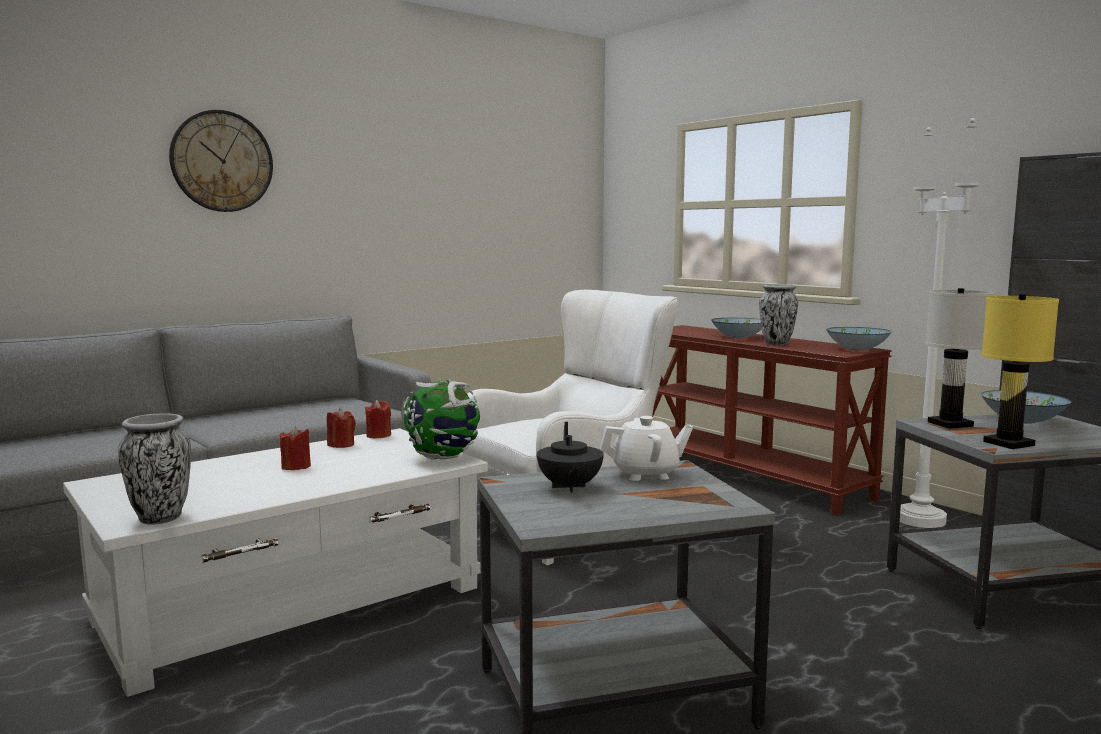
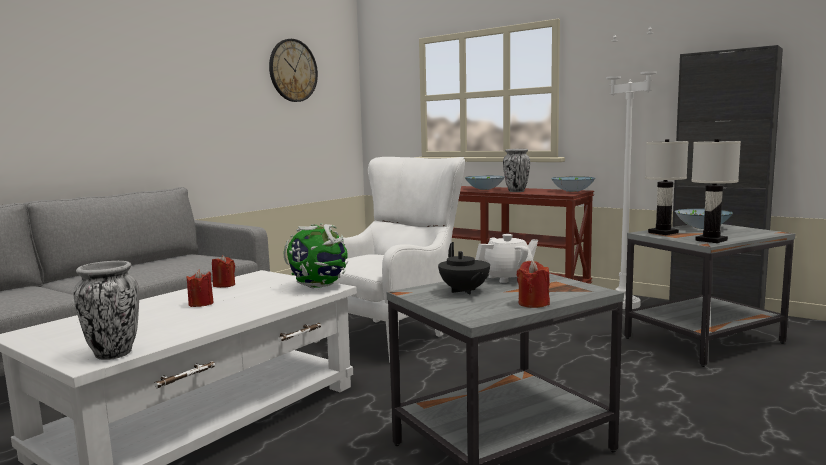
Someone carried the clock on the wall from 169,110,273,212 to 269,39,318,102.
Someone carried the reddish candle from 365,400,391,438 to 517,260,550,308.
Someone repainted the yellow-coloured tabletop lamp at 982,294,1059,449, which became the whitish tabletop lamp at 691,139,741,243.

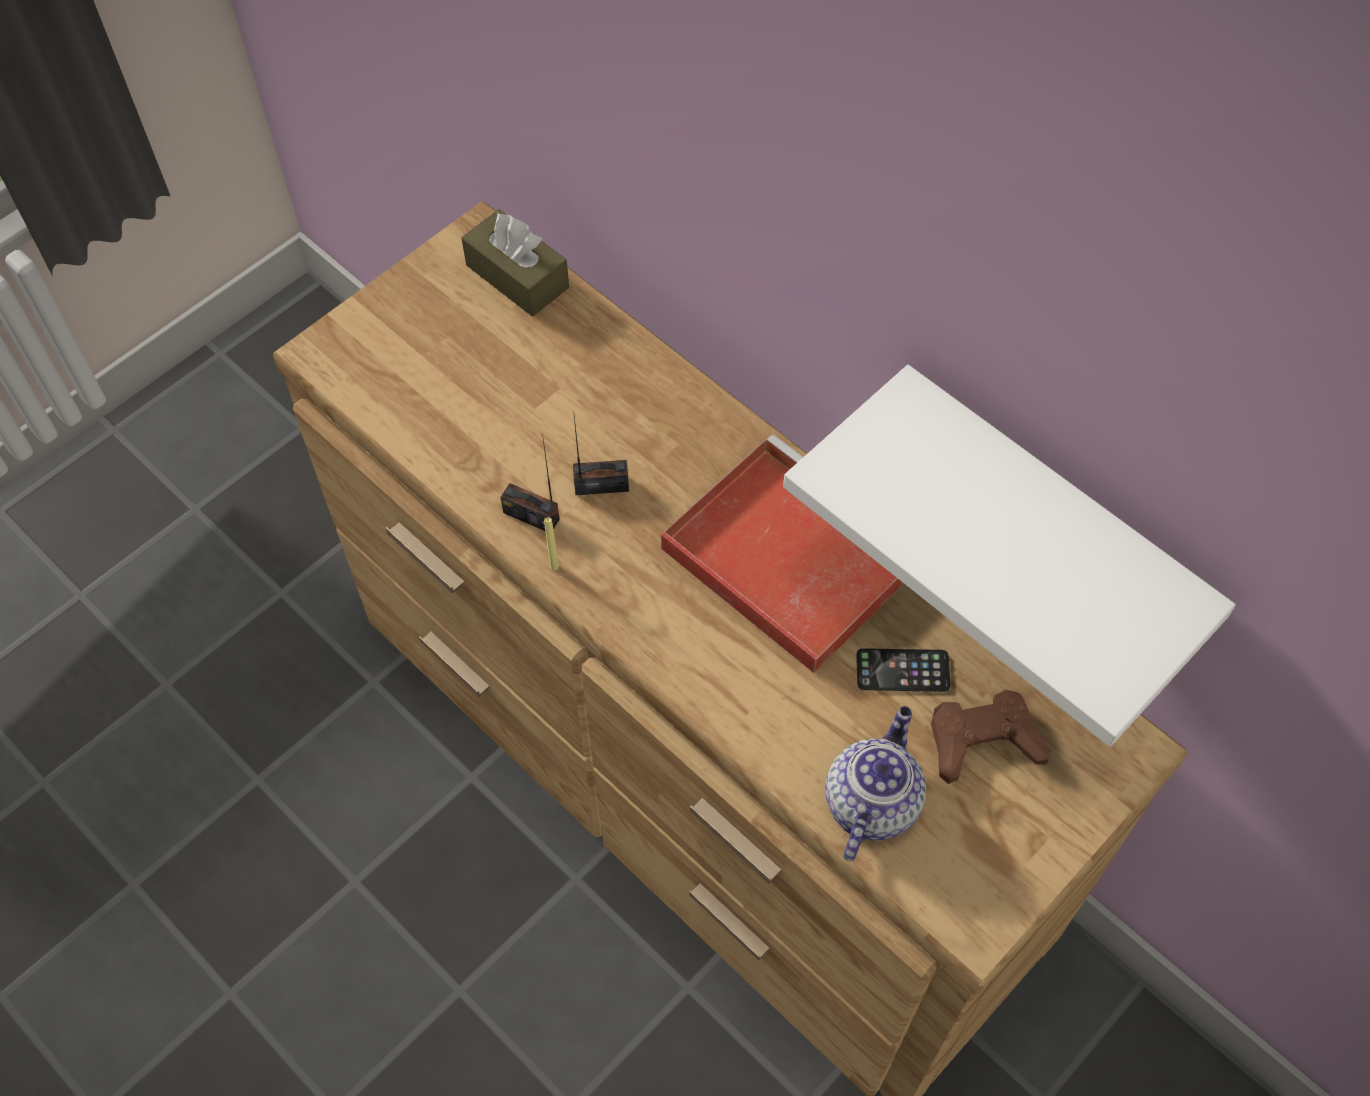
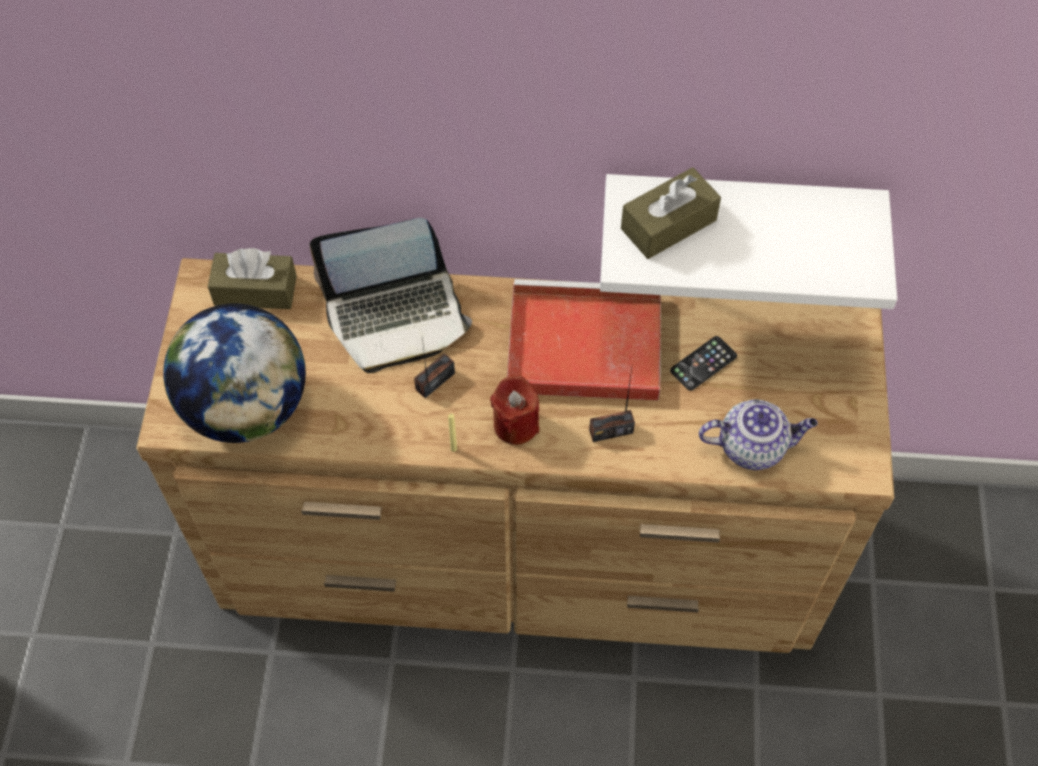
Someone carried the radio set from 501,434,560,531 to 589,368,635,442.
Someone rotated the tea pot at 825,706,926,861 by 105 degrees clockwise.
Someone took away the brown game controller at 931,690,1051,784.
Someone put down the world globe at 163,303,306,443.
Someone put down the portable computer at 310,218,472,373.
Someone put down the reddish candle at 490,376,539,445.
Someone put down the brown tissue box at 621,167,721,259.

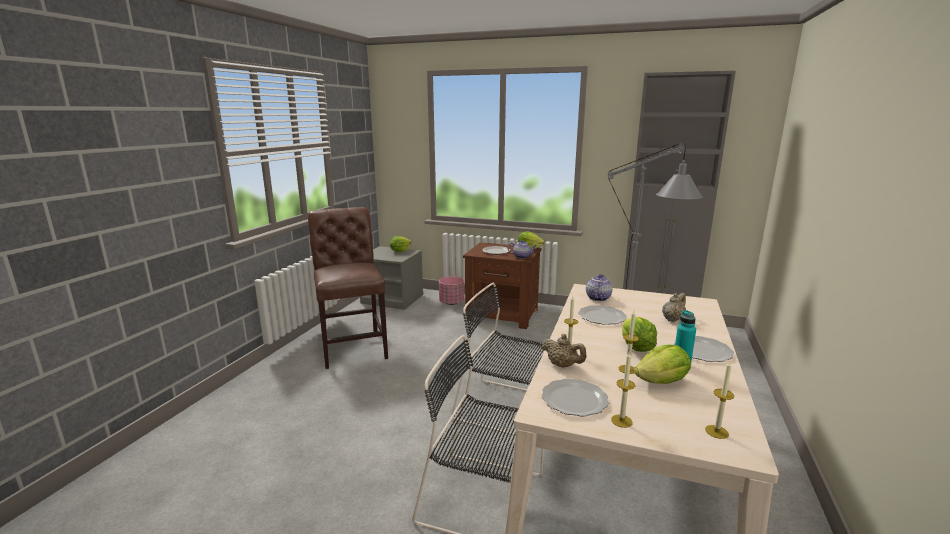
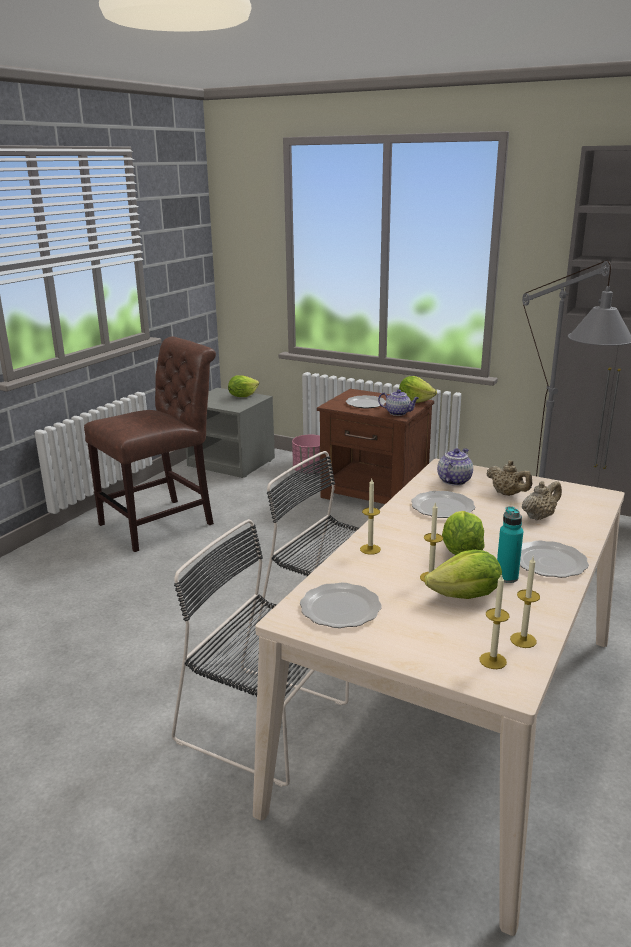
Someone rotated the brown chair at 308,207,388,369 by 60 degrees clockwise.
Someone carried the beige-coloured tea pot from 541,334,587,368 to 486,460,532,496.
Someone carried the candle from 611,351,635,428 to 510,557,540,648.

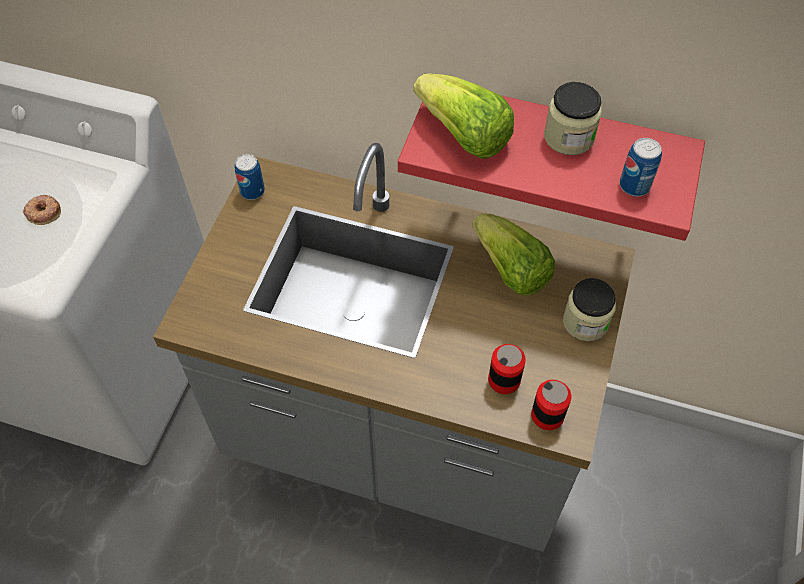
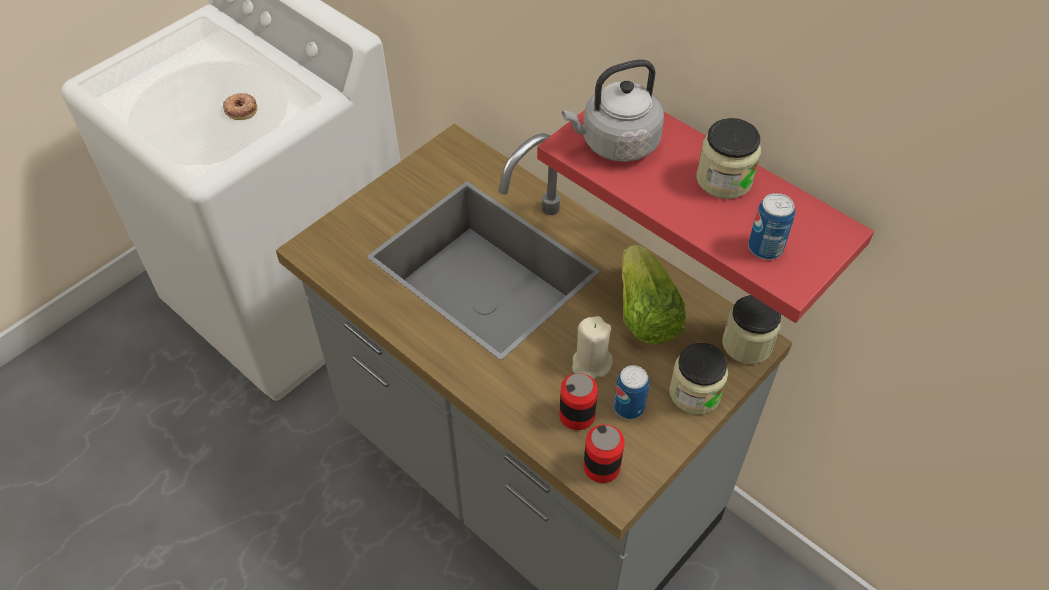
Someone carried the can from 235,154,265,200 to 614,365,649,419.
Someone swapped the lettuce at 414,73,514,159 for the gray water kettle at 562,59,664,162.
Someone put down the beige-coloured candle at 572,316,613,379.
Someone put down the storage jar at 722,295,781,364.

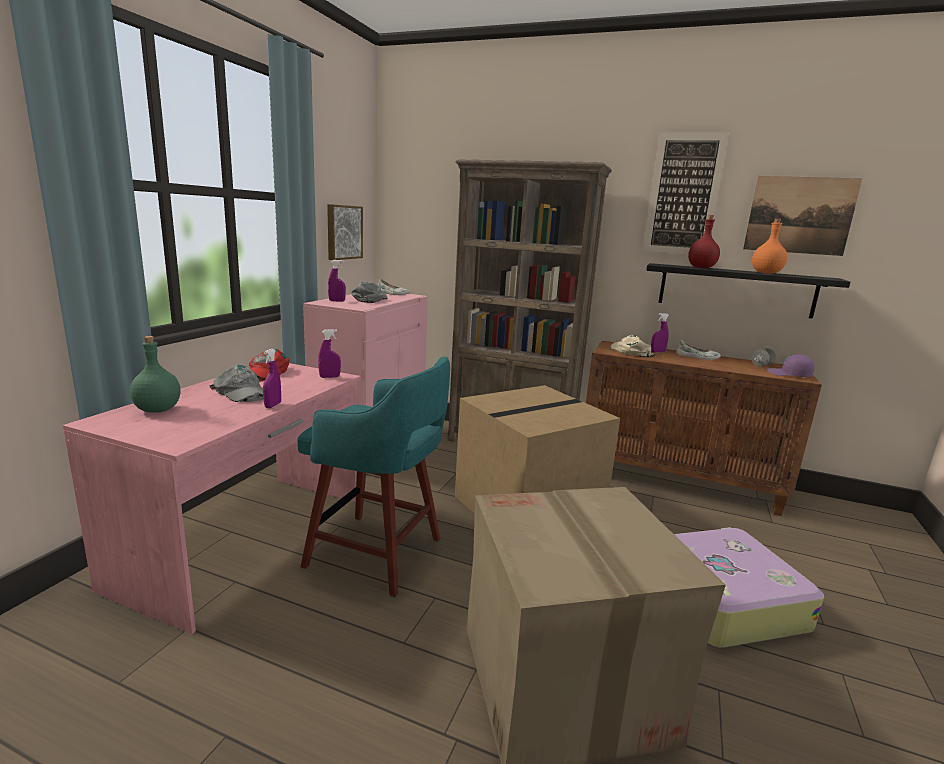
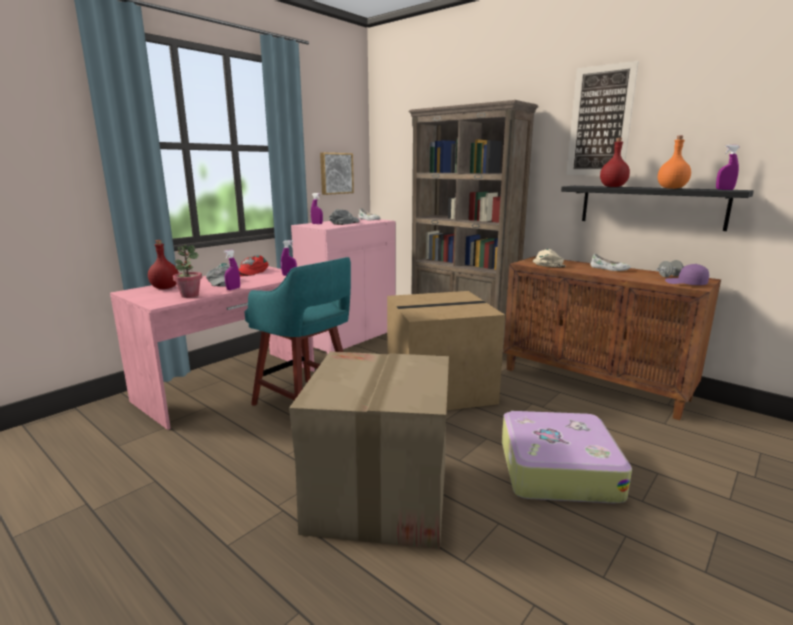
Someone repainted the green-coloured beverage bottle at 130,336,181,413, which became the reddish beverage bottle at 148,240,179,289.
Someone carried the purple sprayer from 651,313,669,353 to 716,145,739,190.
Someone took away the picture at 743,176,862,256.
Someone put down the plant in a pot at 173,245,202,298.

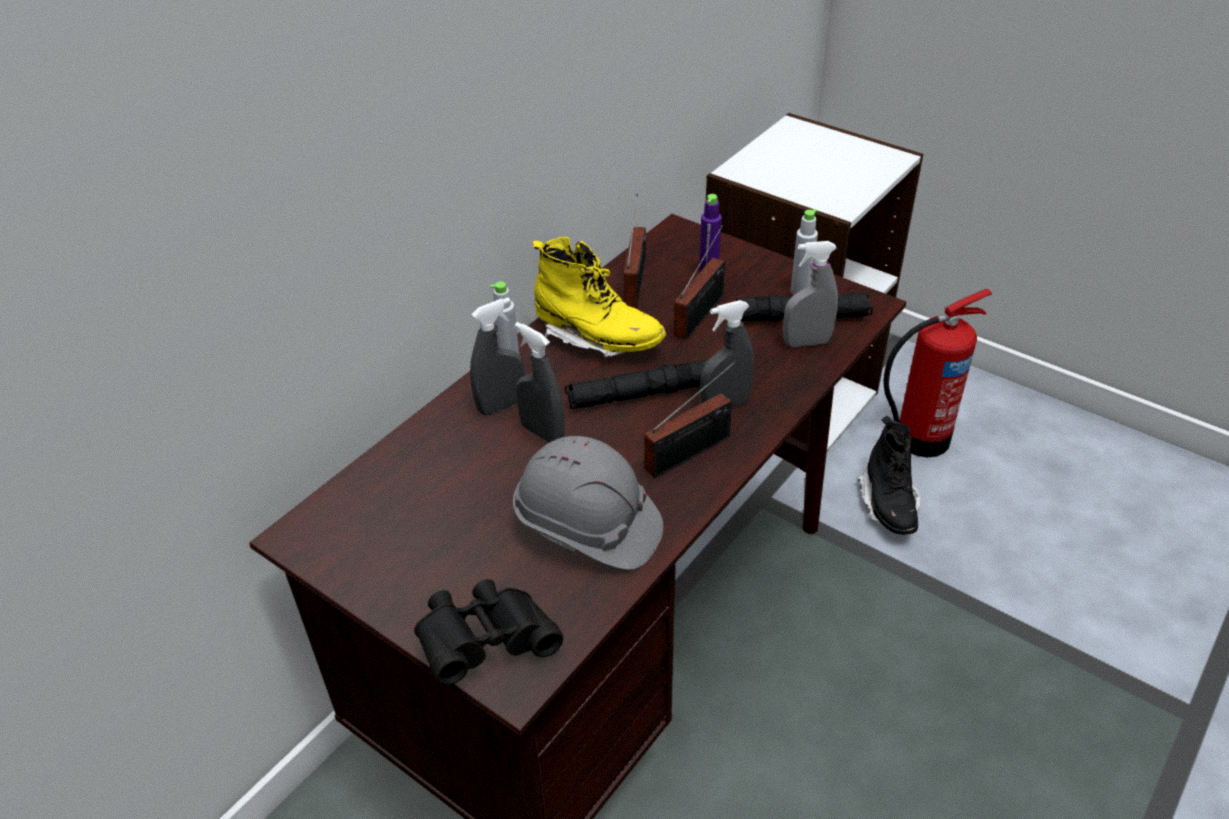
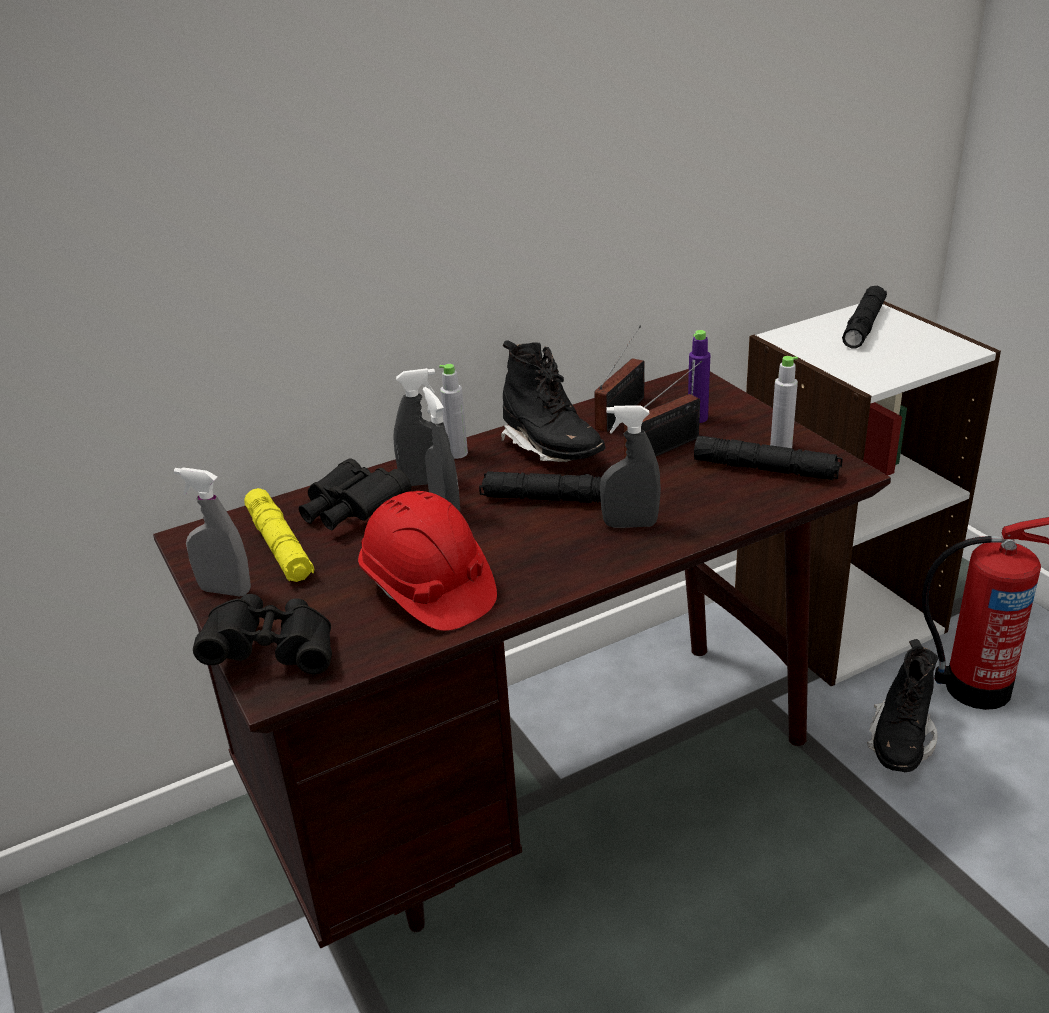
Someone repainted the gray work helmet at 513,436,663,570, which became the reddish work helmet at 358,491,497,631.
Someone repainted the yellow-coloured boot at 533,237,666,357, which became the black boot at 501,340,605,462.
Someone took away the radio set at 644,361,736,478.
Someone carried the gray sprayer from 783,241,838,347 to 174,467,251,596.
Someone put down the yellow-coloured hand torch at 244,488,314,582.
Someone put down the black binoculars at 299,458,411,530.
Someone put down the black hand torch at 842,286,887,349.

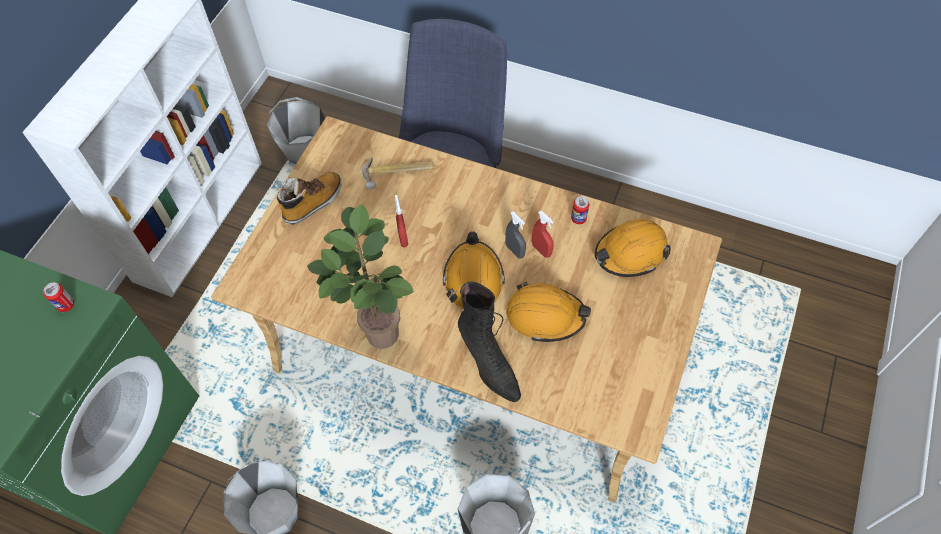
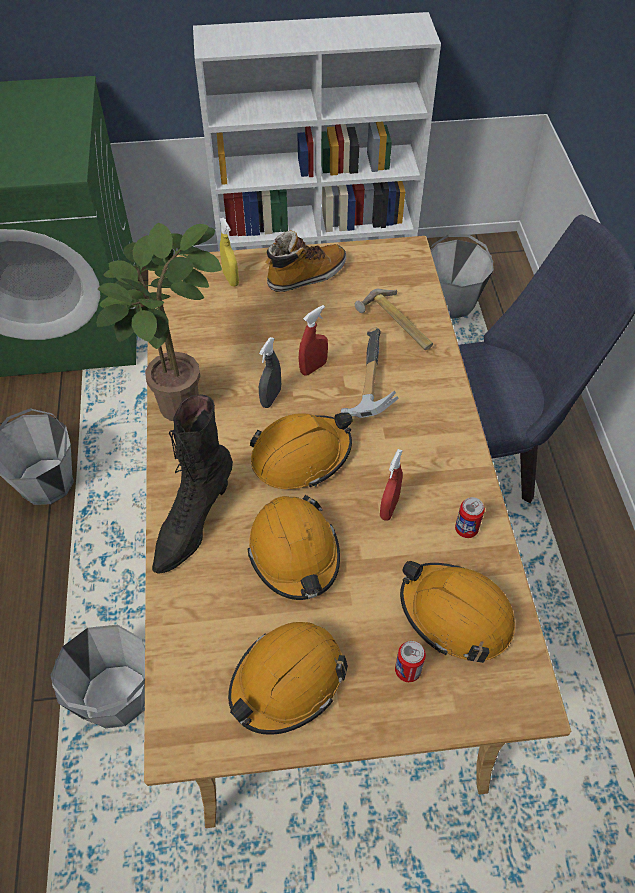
Someone carried the can from 43,282,74,312 to 395,641,426,682.
Someone rotated the boot at 277,172,342,225 by 45 degrees counterclockwise.
Someone carried the gray sprayer from 505,211,526,259 to 259,337,281,408.
Someone put down the yellow-coloured sprayer at 219,218,239,286.
Someone put down the orange-coloured work helmet at 228,622,348,735.
Someone put down the hammer at 341,328,399,418.

